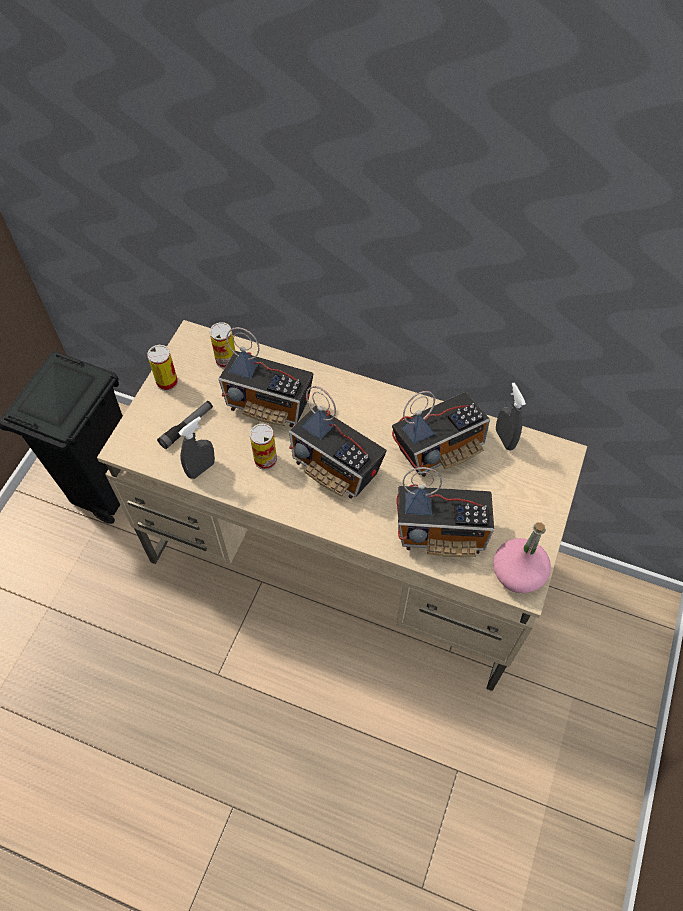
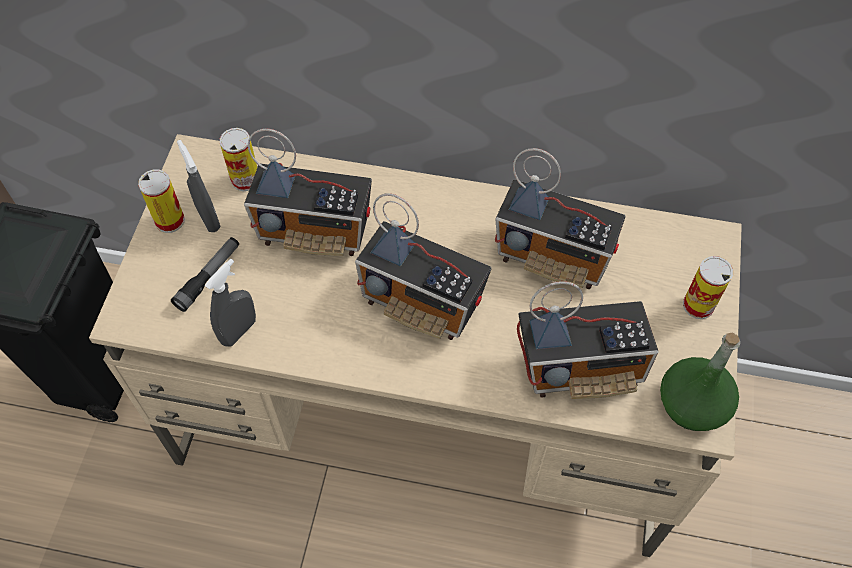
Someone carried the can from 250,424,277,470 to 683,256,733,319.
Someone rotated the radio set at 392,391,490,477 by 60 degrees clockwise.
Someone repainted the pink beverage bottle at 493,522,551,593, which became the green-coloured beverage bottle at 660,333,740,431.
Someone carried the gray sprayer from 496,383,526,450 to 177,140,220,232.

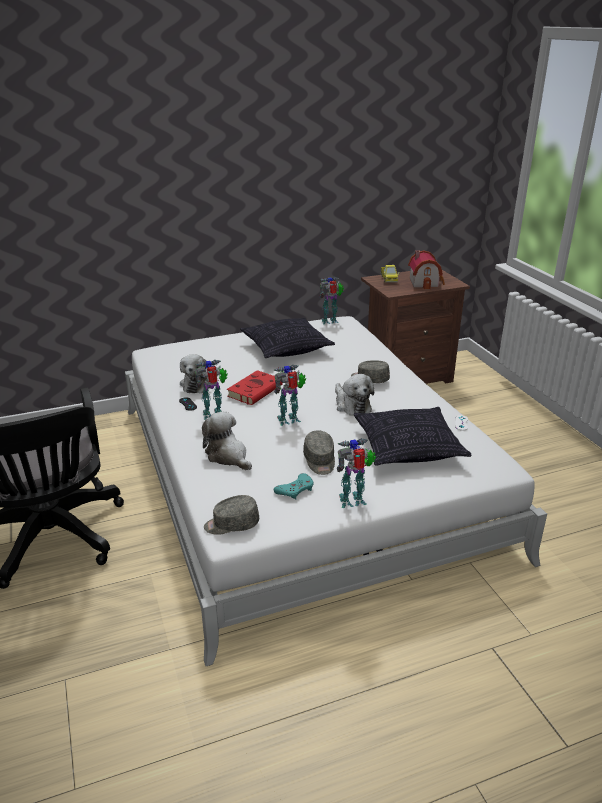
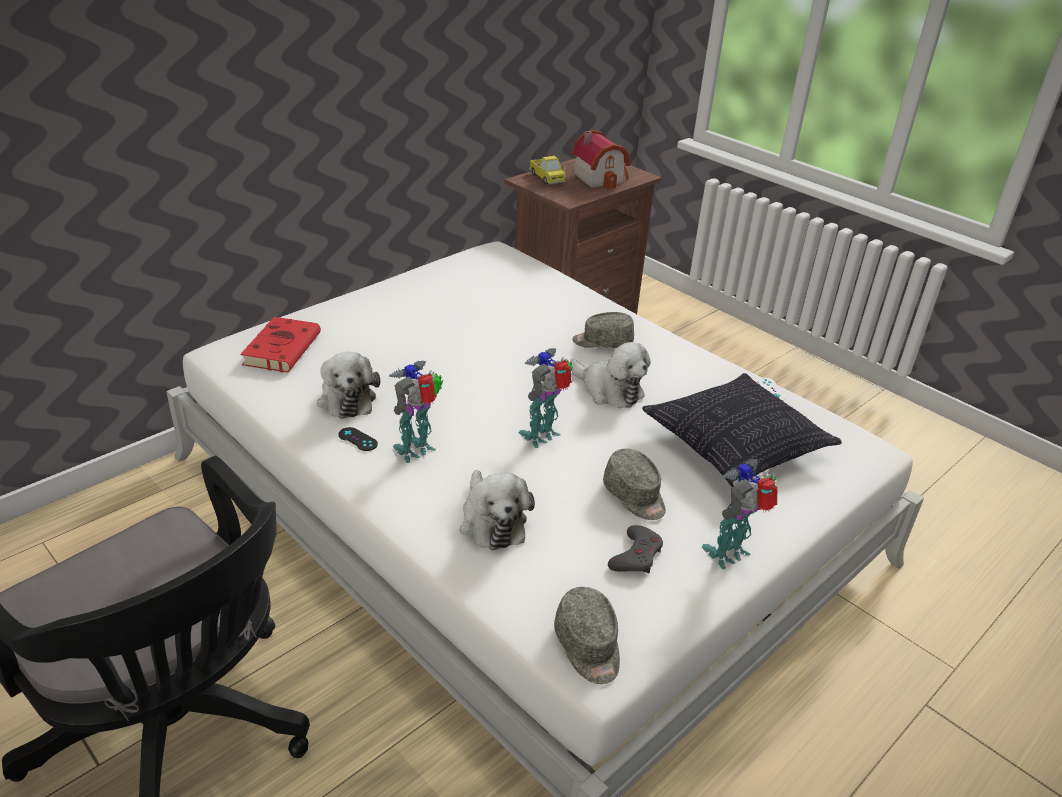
Someone rotated the soft toy at 202,412,252,470 by 135 degrees counterclockwise.
Someone rotated the gray cap at 204,495,259,535 by 75 degrees counterclockwise.
Someone carried the reddish book from 227,370,283,405 to 240,317,321,372.
Someone took away the throw pillow at 240,317,335,358.
Someone repainted the blue-green game controller at 274,473,313,500, which became the gray game controller at 608,525,663,573.
Someone took away the toy robot at 320,277,344,324.

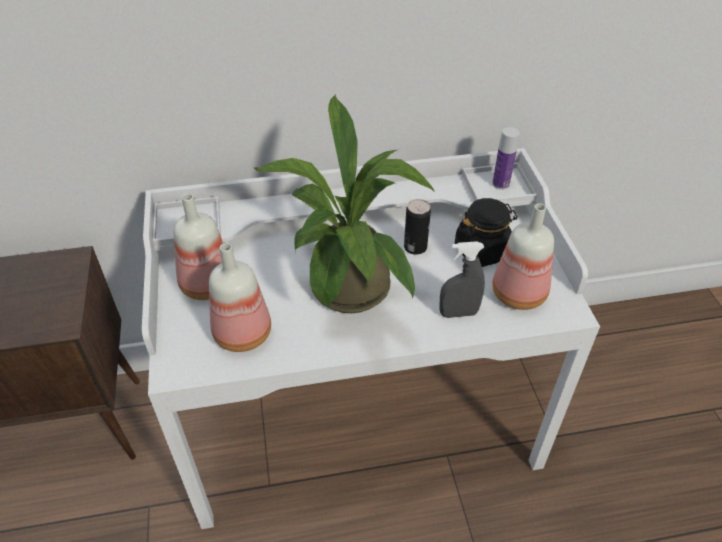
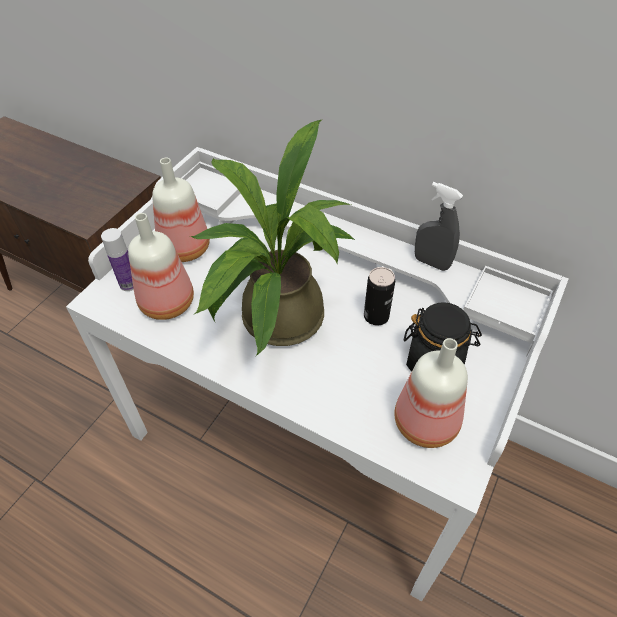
Someone carried the gray sprayer from 439,241,485,318 to 415,182,463,271.
Someone carried the beverage bottle from 492,127,520,190 to 101,228,134,291.

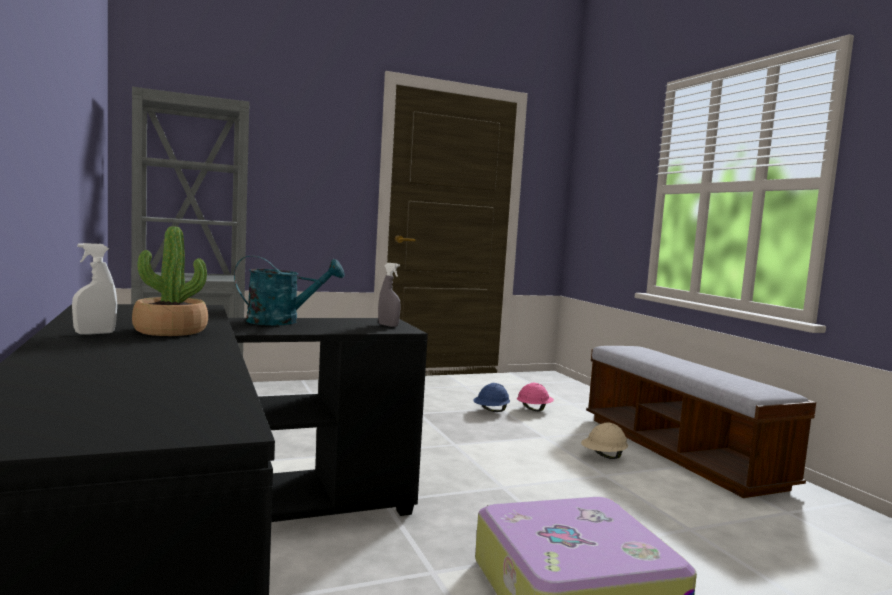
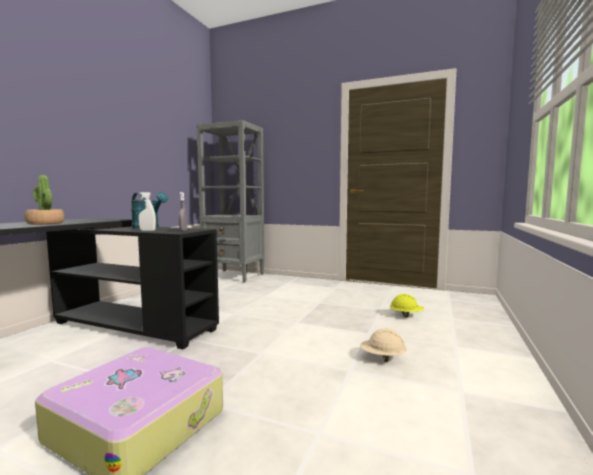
Someone carried the whitish sprayer from 72,243,117,335 to 138,192,156,231.
Someone took away the blue-coloured work helmet at 473,383,510,412.
Someone repainted the pink work helmet at 517,383,554,411, which became the yellow-coloured work helmet at 390,294,424,317.
Someone took away the long seat at 586,346,816,498.

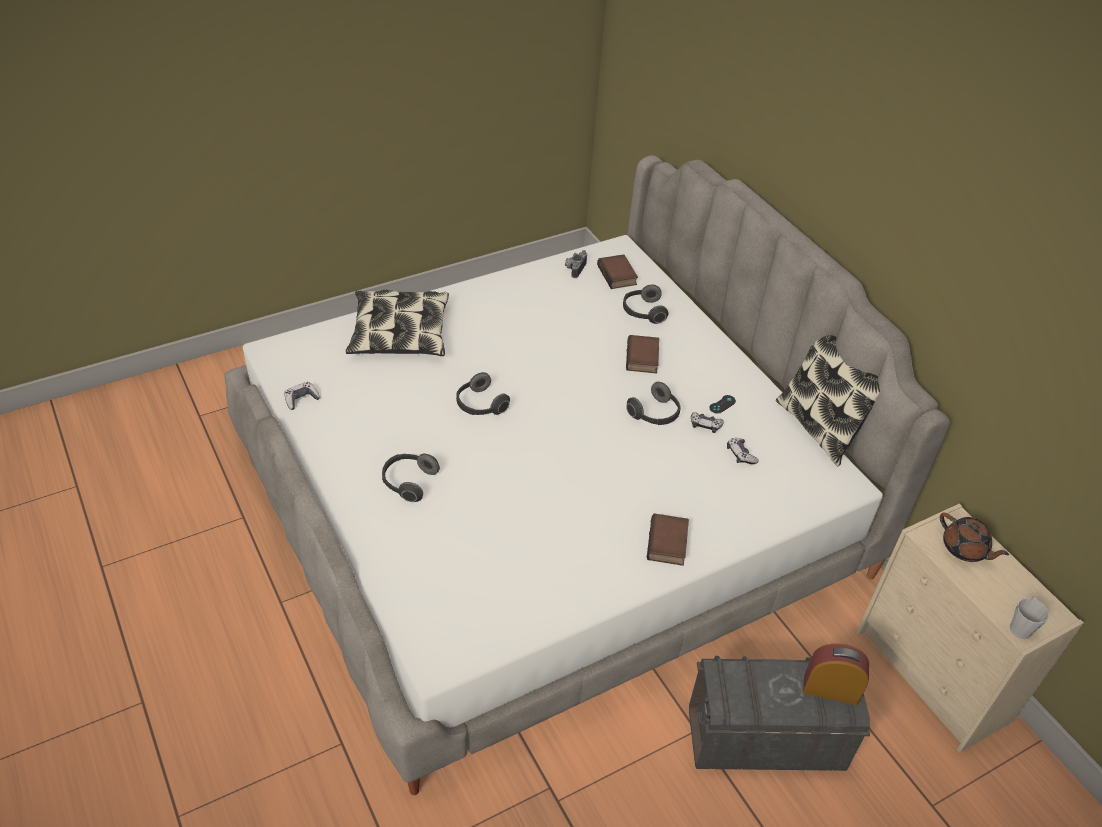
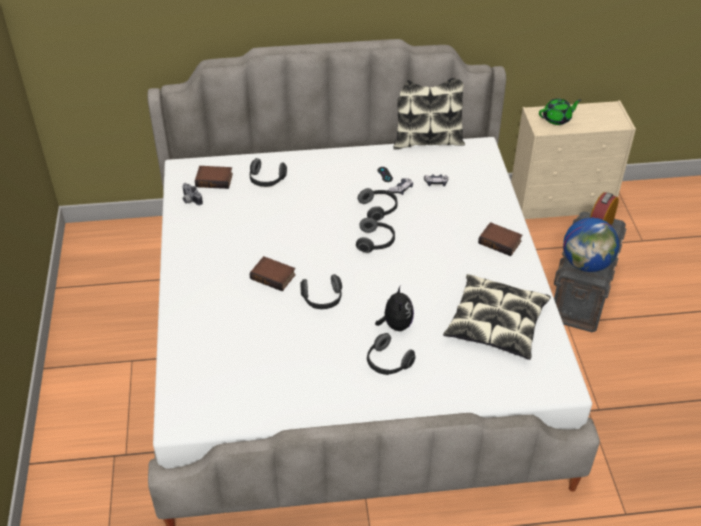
Someone took away the game controller at 285,382,321,410.
Someone carried the throw pillow from 346,290,449,356 to 443,274,551,360.
Someone carried the book from 626,335,659,373 to 250,256,296,291.
Someone repainted the brown tea pot at 940,512,1009,562, which became the green-coloured tea pot at 539,98,581,125.
Someone took away the gray tea mug at 1010,596,1049,639.
Someone put down the pair of headphones at 356,217,395,253.
Someone put down the soft toy at 375,286,414,331.
Someone put down the world globe at 563,218,619,272.

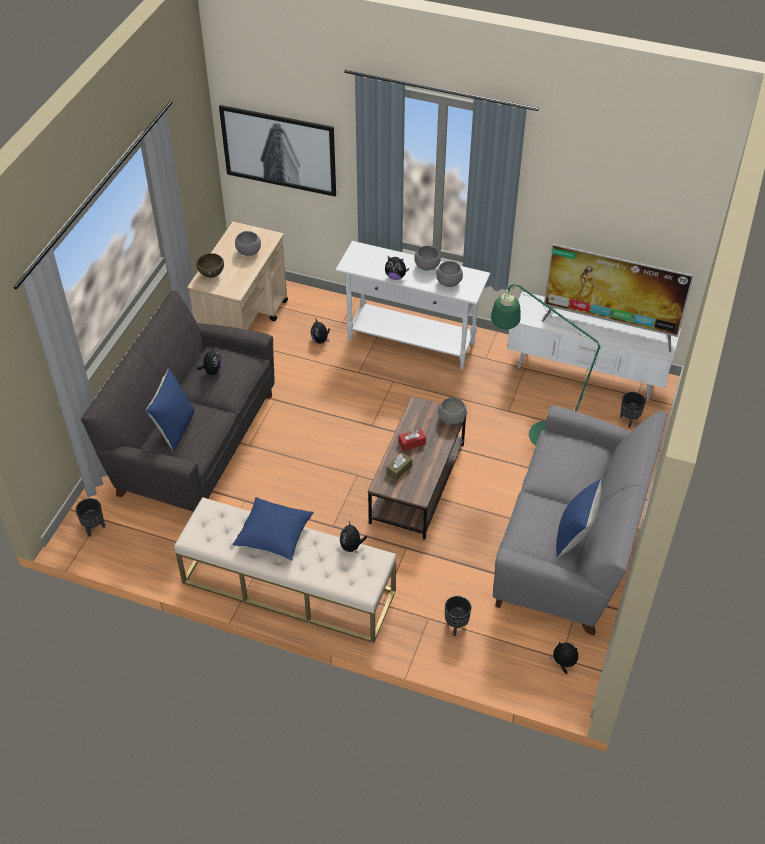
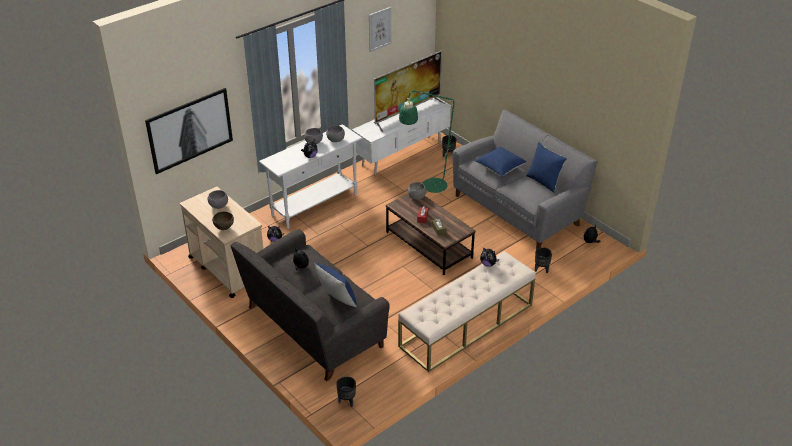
Someone carried the blue-coloured throw pillow from 233,497,314,561 to 475,147,527,177.
Someone put up the picture at 369,7,392,52.

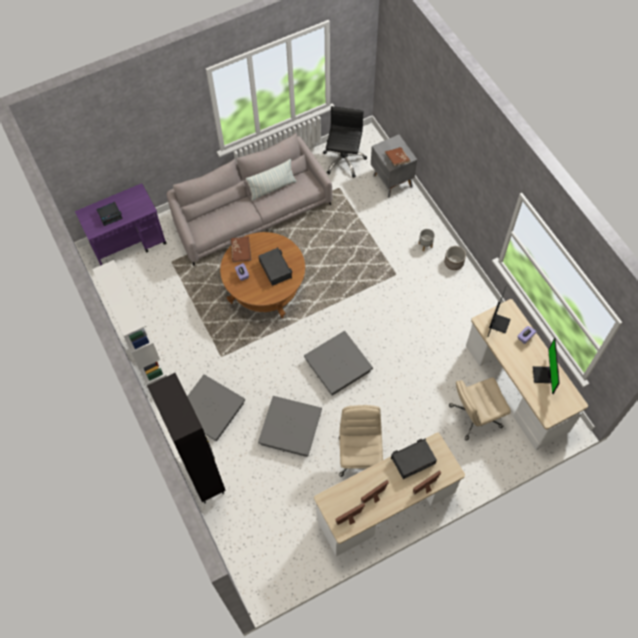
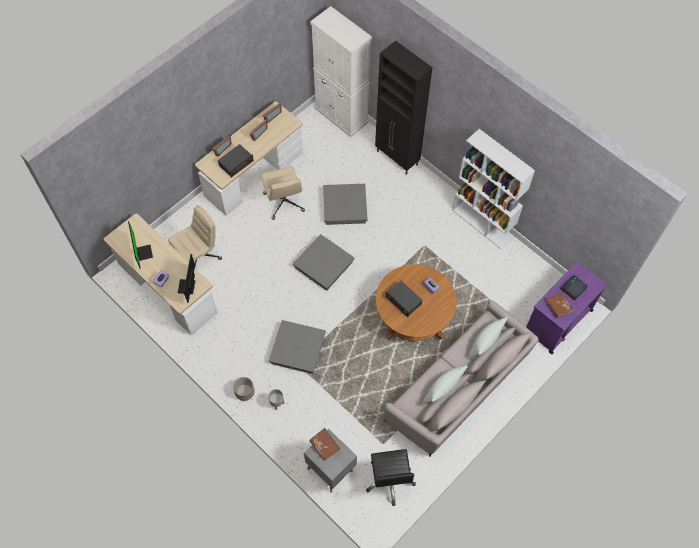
Someone carried the gray storage box from 187,375,245,441 to 269,320,326,374.
Someone carried the brown book from 231,236,251,262 to 545,294,574,317.
Someone put down the whitish cabinet at 310,6,372,137.
Someone put down the throw pillow at 467,317,508,360.

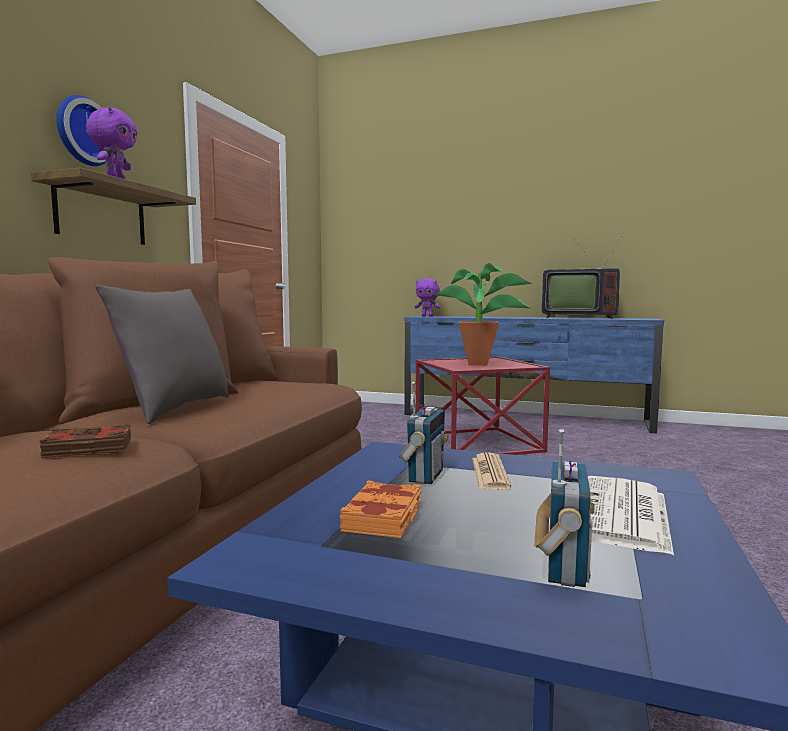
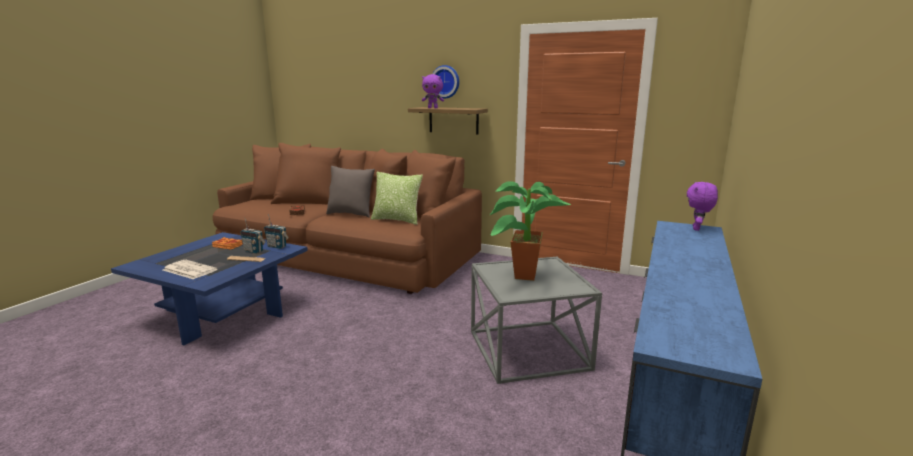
Someone repainted the reddish end table at 415,357,550,455, which became the gray end table at 471,257,602,384.
Someone carried the radio set from 534,429,595,587 to 264,214,289,249.
Someone took away the television at 542,233,624,319.
Someone put down the throw pillow at 371,172,423,225.

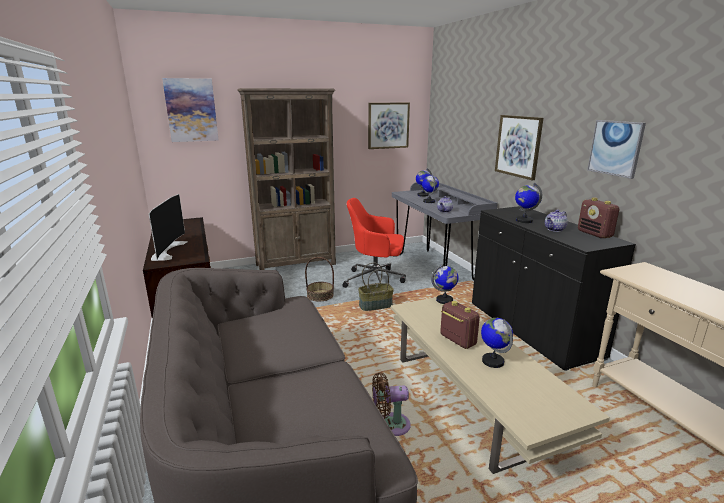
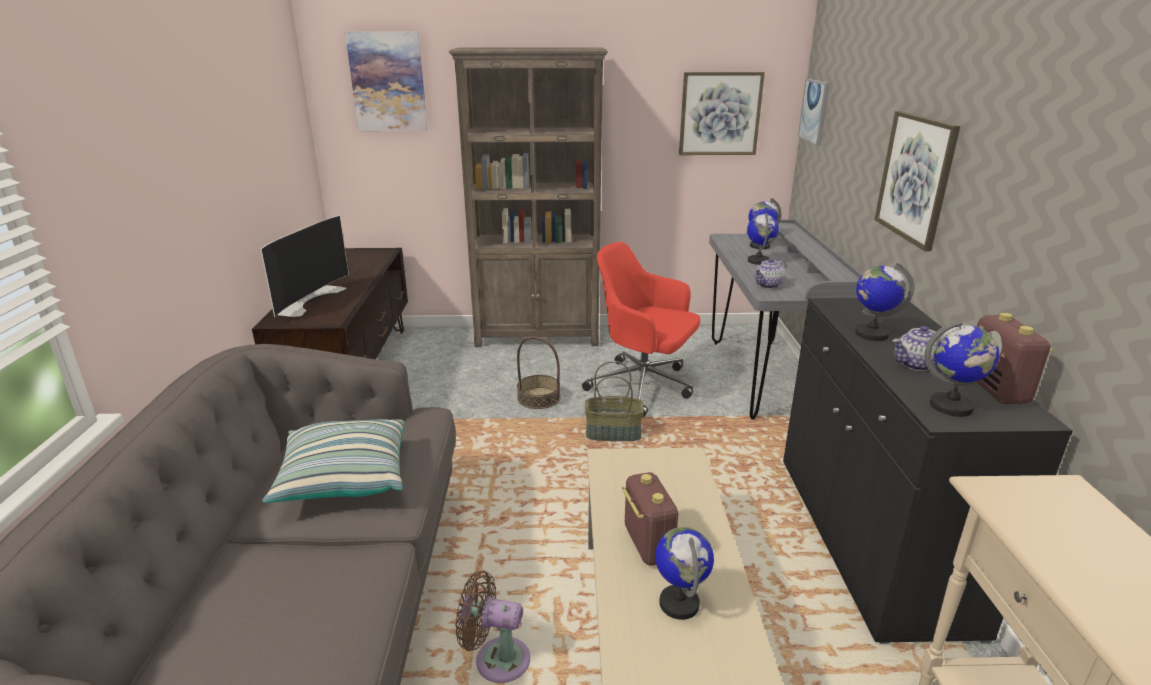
Someone carried the world globe from 431,264,459,304 to 925,319,999,417.
Someone carried the picture from 587,120,646,179 to 798,79,830,146.
Someone put down the throw pillow at 262,419,404,503.

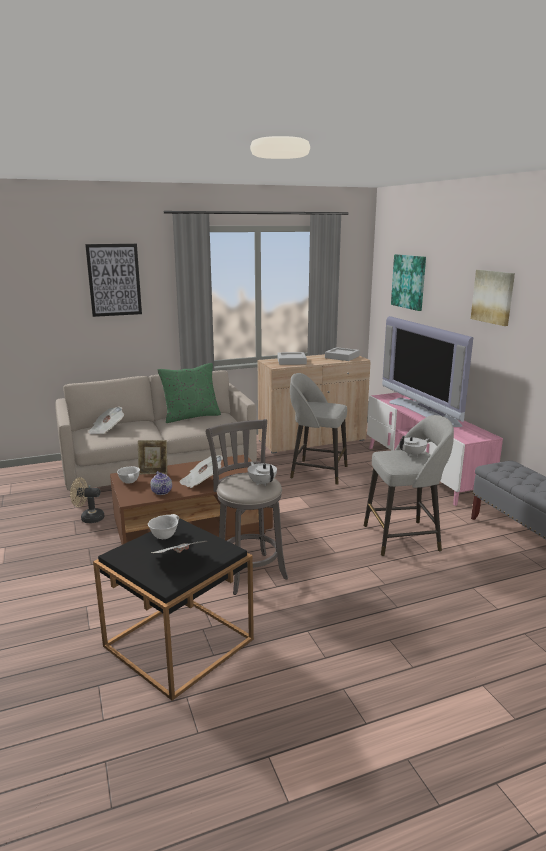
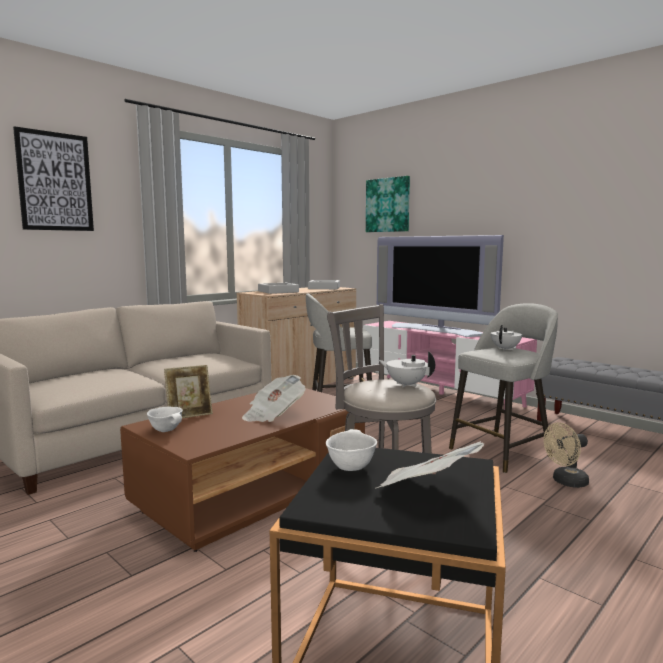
Someone carried the beige-coloured fan from 70,477,105,523 to 543,422,589,488.
Someone took away the printed paper at 88,407,124,435.
Someone took away the tea pot at 150,471,172,495.
Someone took away the green-coloured throw pillow at 158,363,221,423.
Someone took away the picture at 471,270,515,326.

